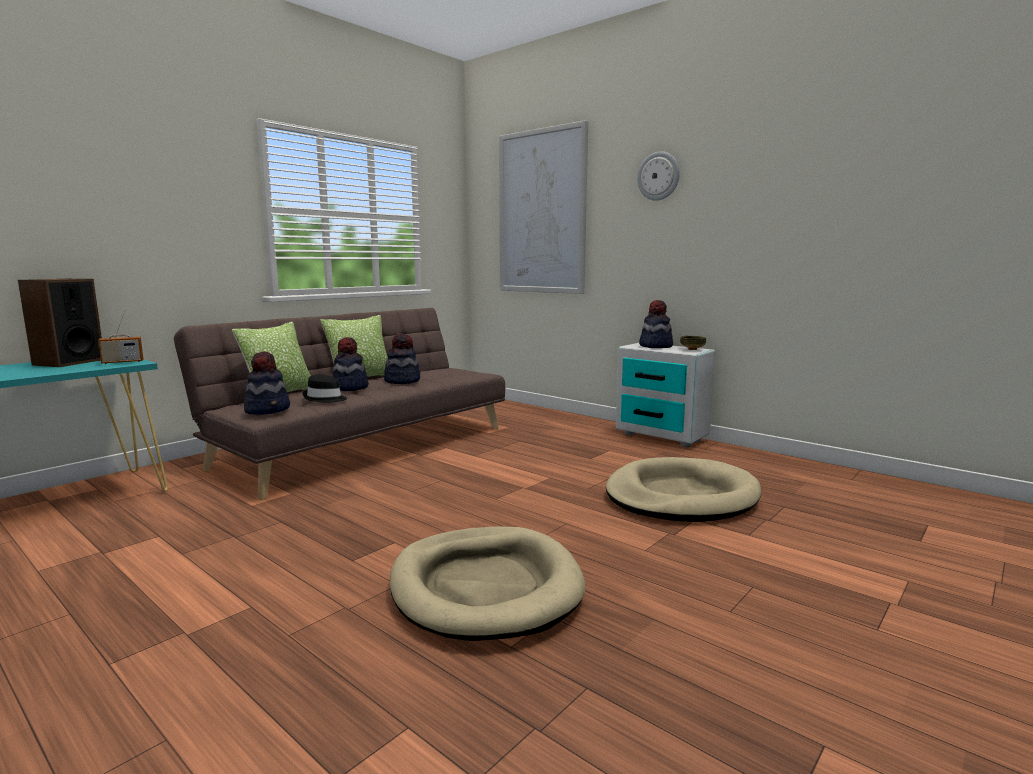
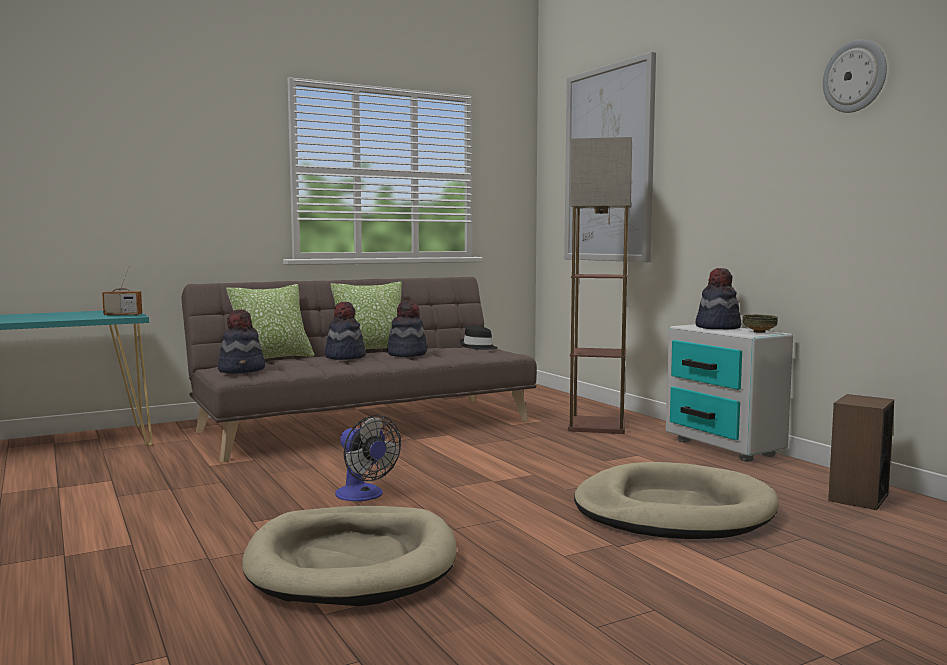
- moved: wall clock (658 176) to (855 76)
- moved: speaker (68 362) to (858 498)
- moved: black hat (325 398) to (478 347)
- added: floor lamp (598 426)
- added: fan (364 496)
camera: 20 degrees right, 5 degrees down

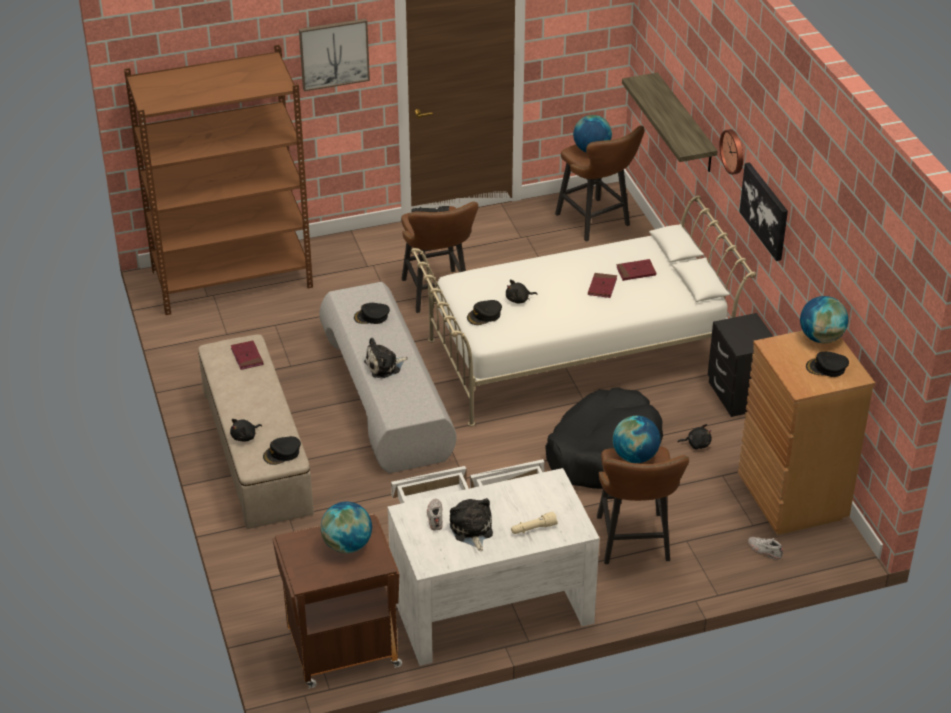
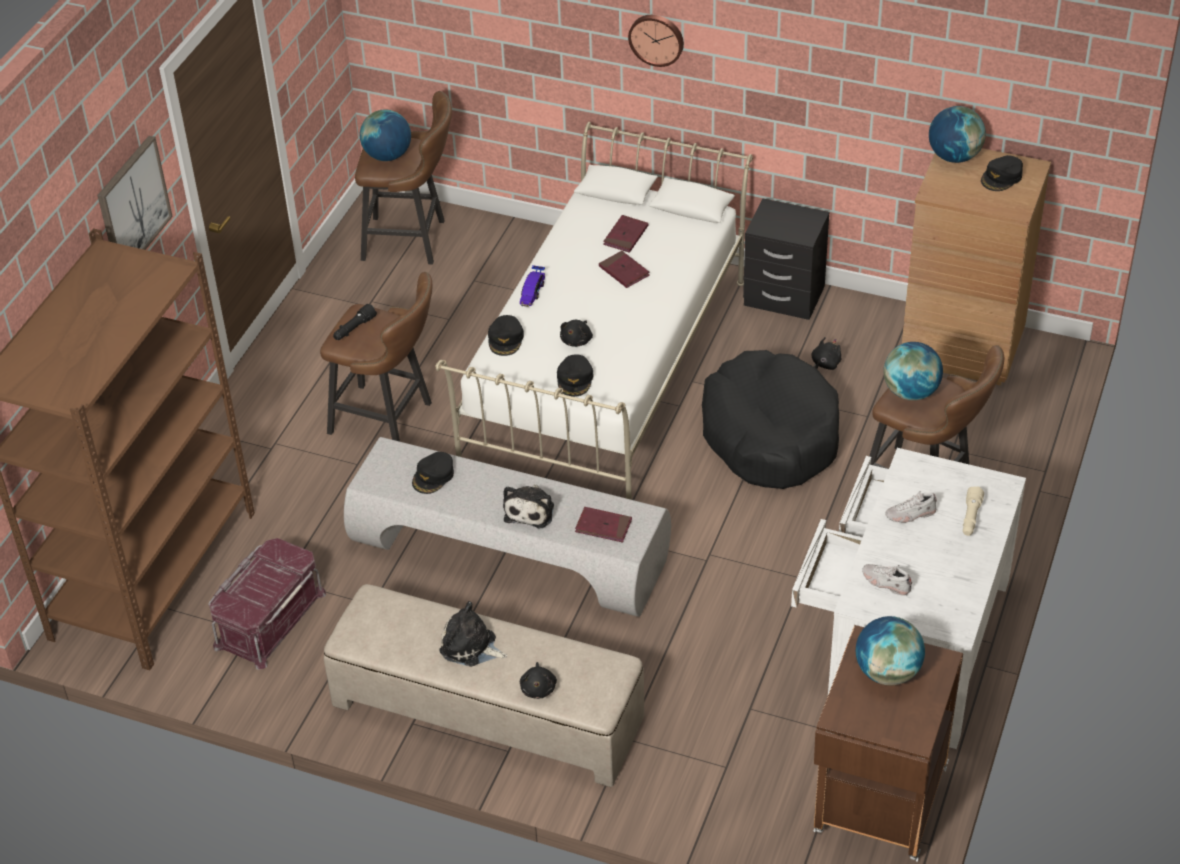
- removed: shelf (685 124)
- removed: picture (765 210)
- moved: red book (247 357) to (603 526)
- moved: black cap (282 453) to (506 339)
- moved: plush toy (471 530) to (471 647)
- moved: white shoe (764 550) to (910 514)
- added: toy car (532 292)
- added: red storage box (268 618)
camera: 50 degrees left, 5 degrees up

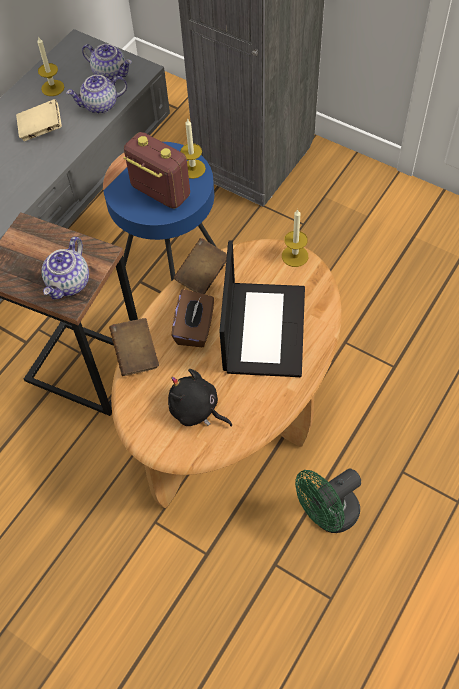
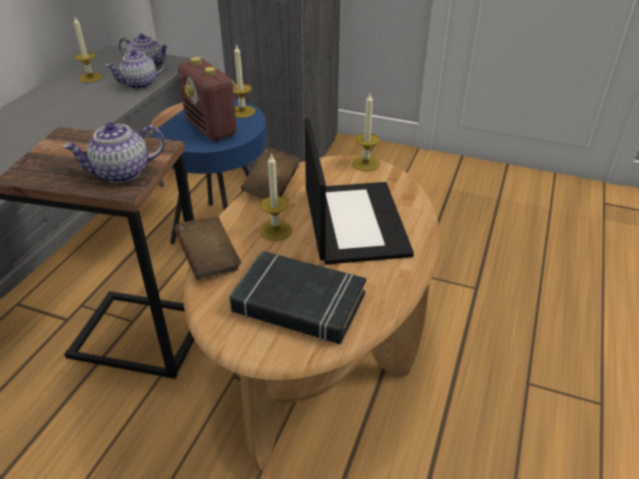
- removed: beige book (41 129)
- turned: radio (160 191) = (212 128) 150 degrees counterclockwise
- turned: teapot (69 283) = (121 173) 60 degrees clockwise
- replaced: brown tissue box (195 328) to candle (275 230)
- replaced: black plush toy (196 410) to black book (298 304)
- removed: green fan (327 515)
camera: 15 degrees left, 20 degrees down

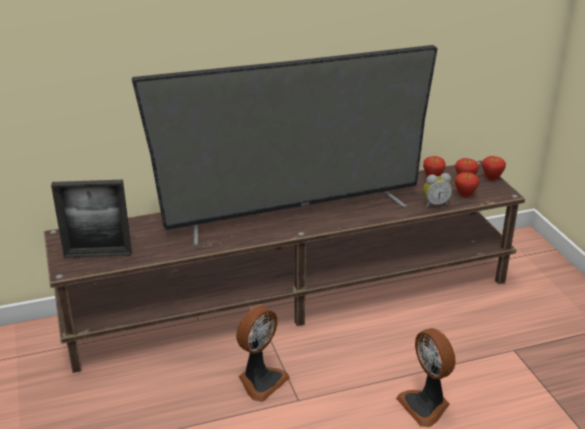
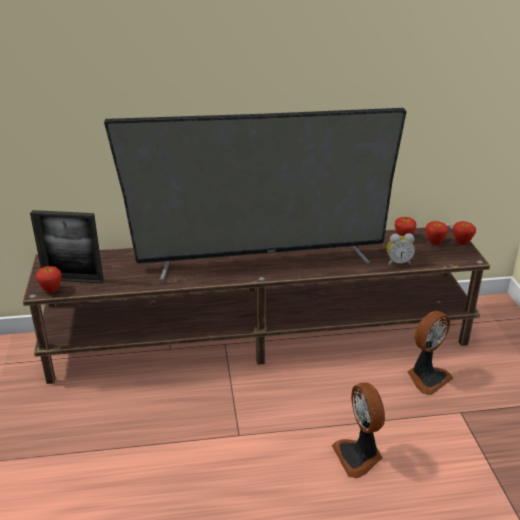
- moved: apple (465 195) to (51 290)
- moved: fan (260 380) to (426 377)
camera: 10 degrees right, 0 degrees up

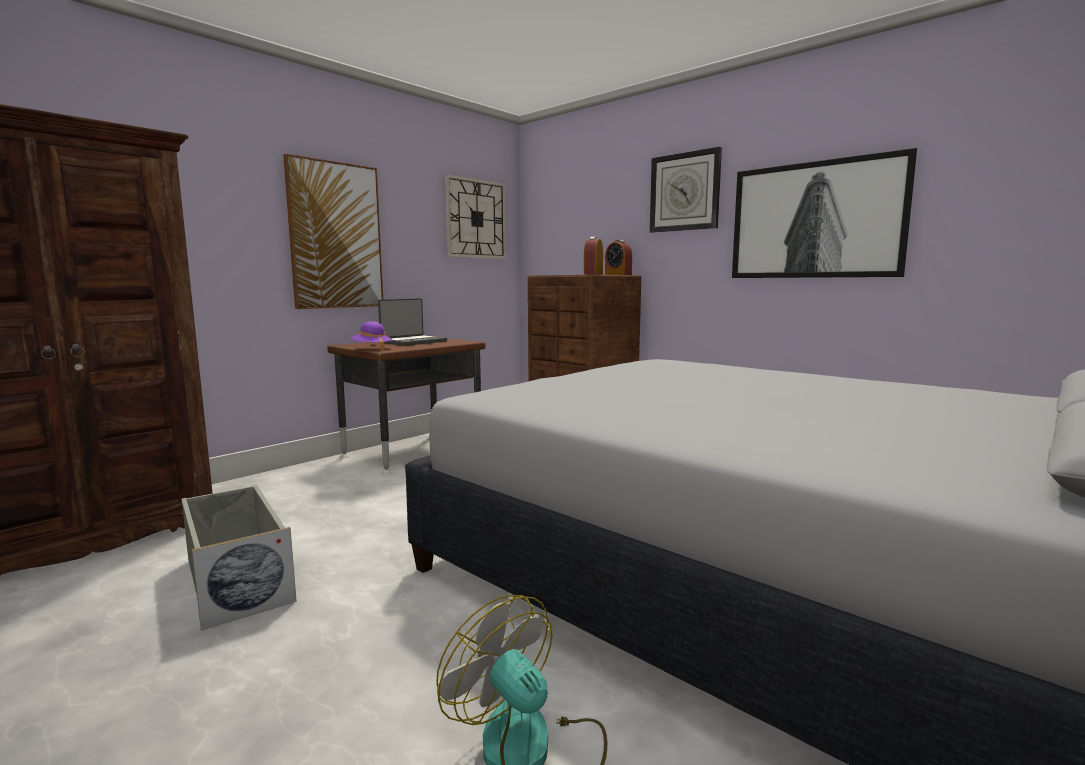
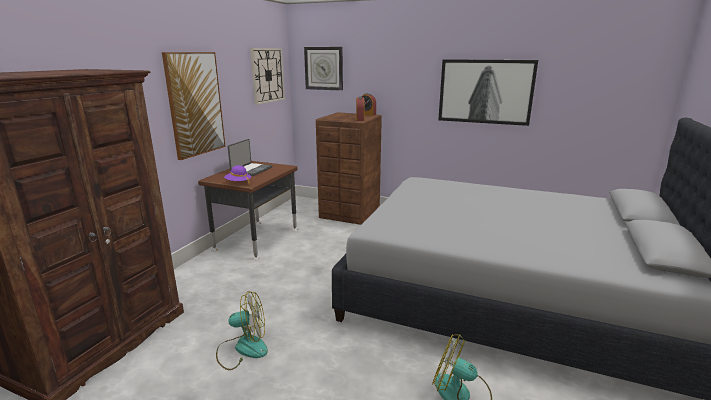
- moved: wall clock (685 192) to (324 68)
- replaced: grey storage box (236 579) to fan (243 348)
camera: 20 degrees left, 10 degrees up

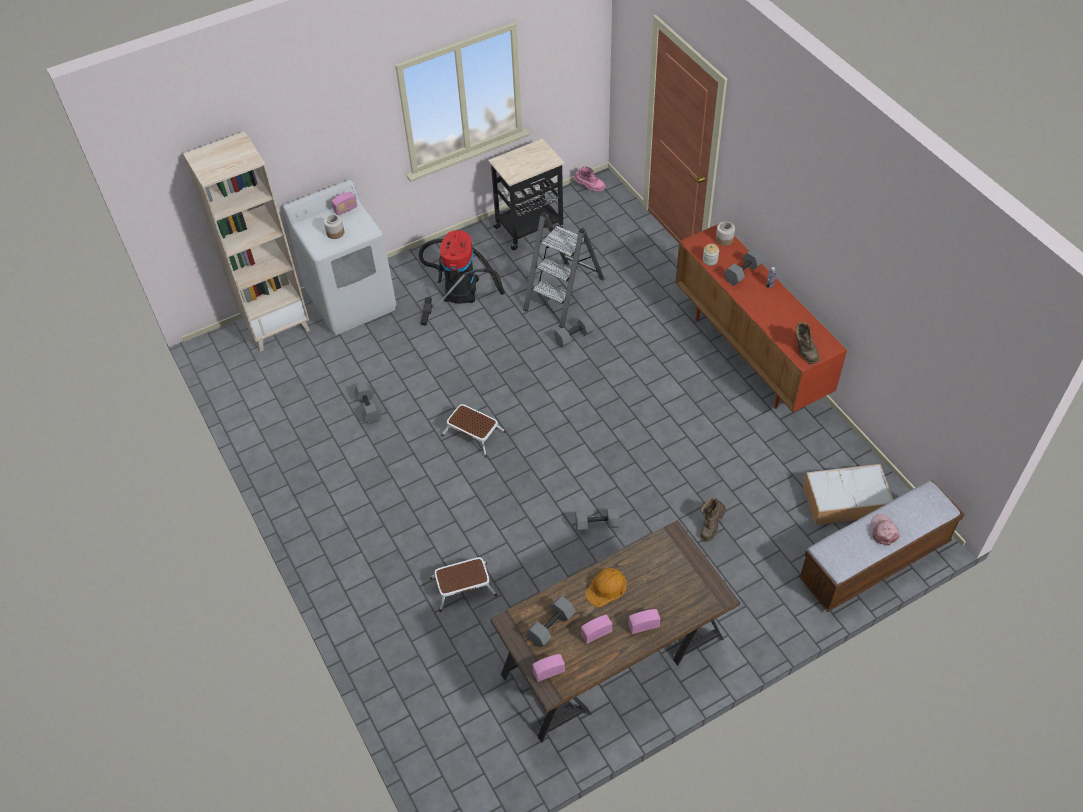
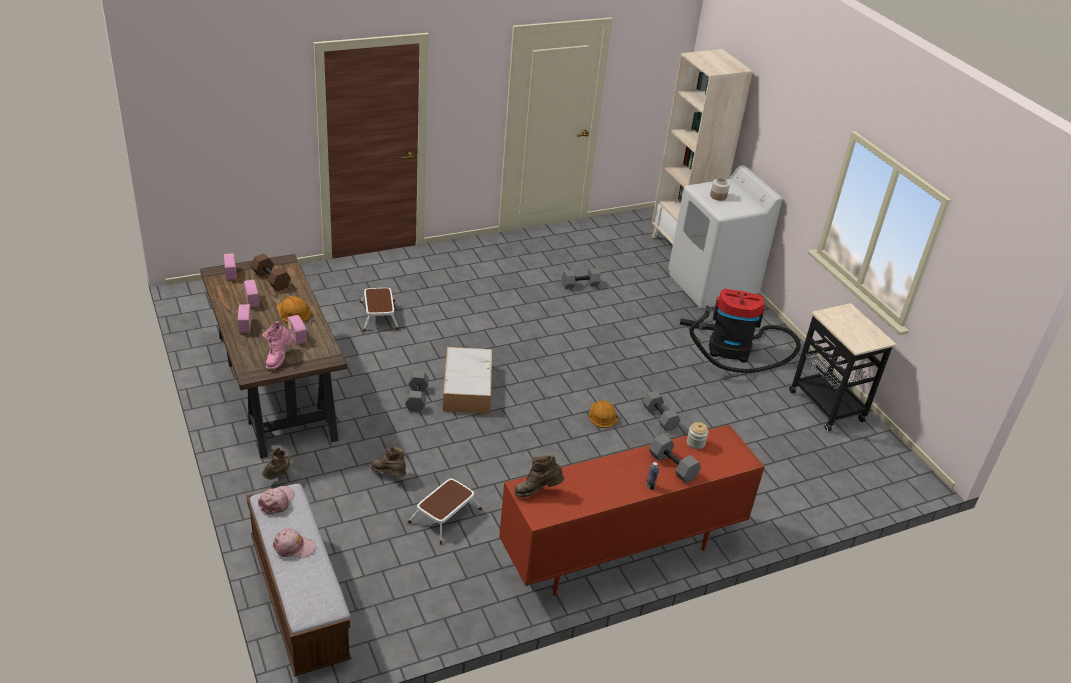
- moved: pink boot (589 187) to (278 358)
- moved: radio (345 209) to (297 337)
- removed: grey step ladder (565 293)
- removed: jar (724 239)
- moved: brown step ladder (473 434) to (444 515)
- moved: storage box (844 501) to (467 387)
- recoloured: grey dumbbell (550 625) to brown dumbbell (272 280)
- added: orange hard hat (602 415)
- added: brown boot (278 475)
- added: pink cap (277 501)
camera: 90 degrees right, 15 degrees down

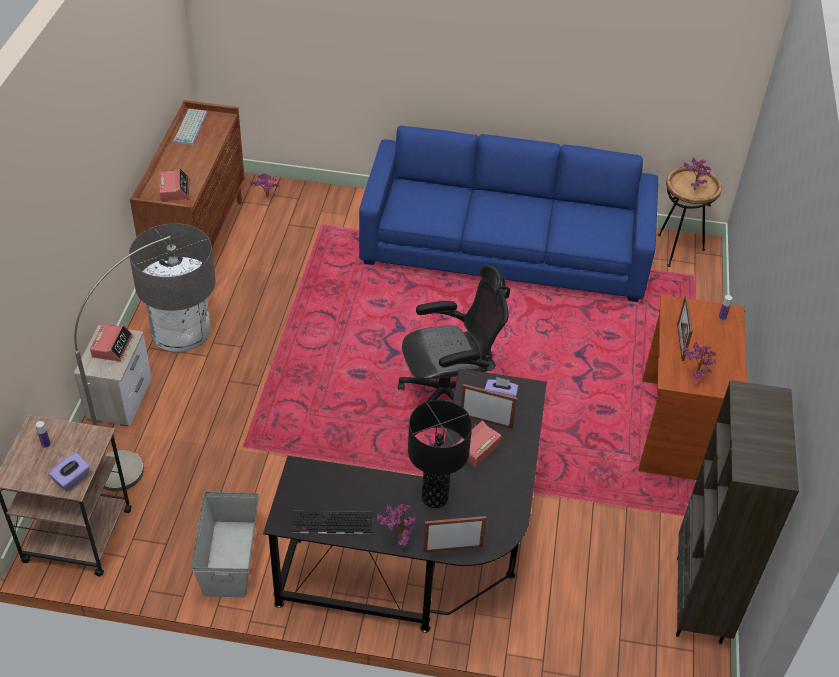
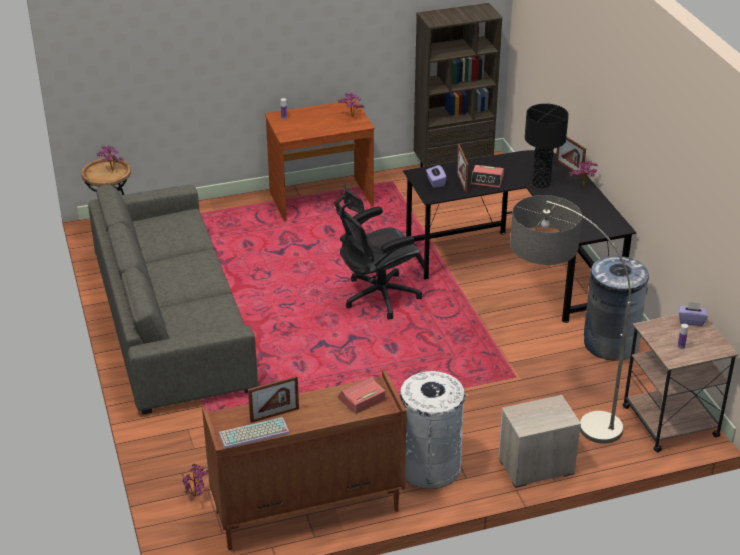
- recoloured: blue sofa (506 247) to grey sofa (171 320)
- turned: office chair (448 398) = (377 298) 75 degrees counterclockwise
- moved: picture frame (680 342) to (274 415)
- removed: alarm clock (112 346)
- replaced: grey storage box (229 558) to grey trash can (610 343)
- removed: keyboard (331 523)
camera: 115 degrees left, 10 degrees down

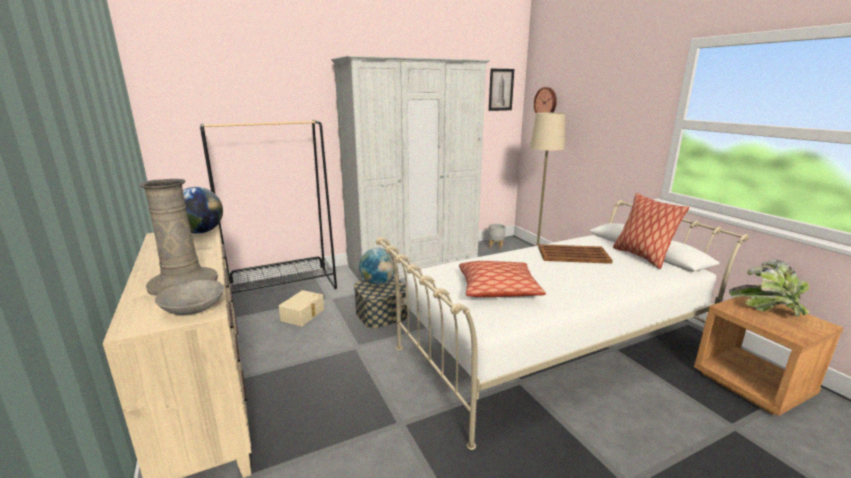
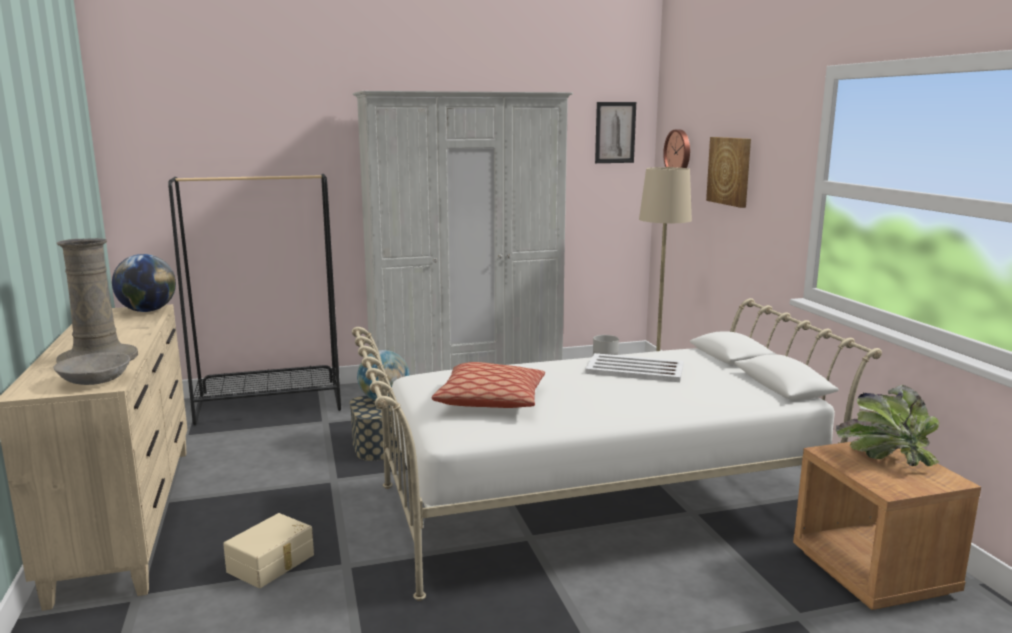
- removed: pillow (641 257)
- recoloured: brown tray (572 255) to white tray (634 369)
- moved: beige storage box (303 315) to (272 563)
- added: picture (730 171)
camera: 10 degrees right, 5 degrees down

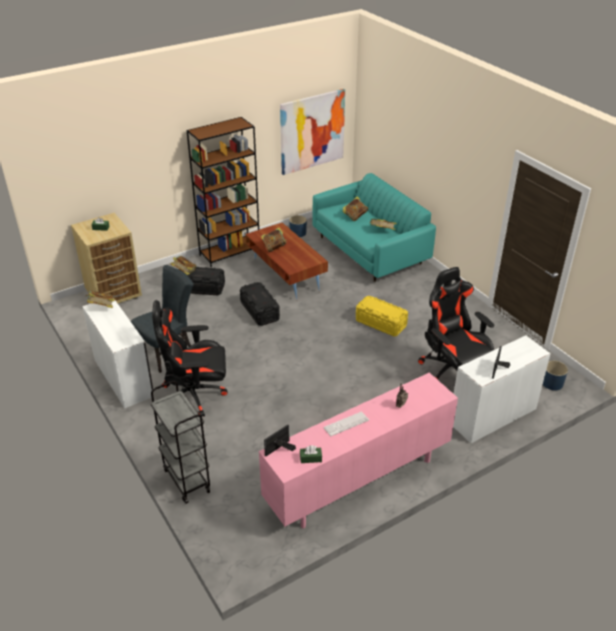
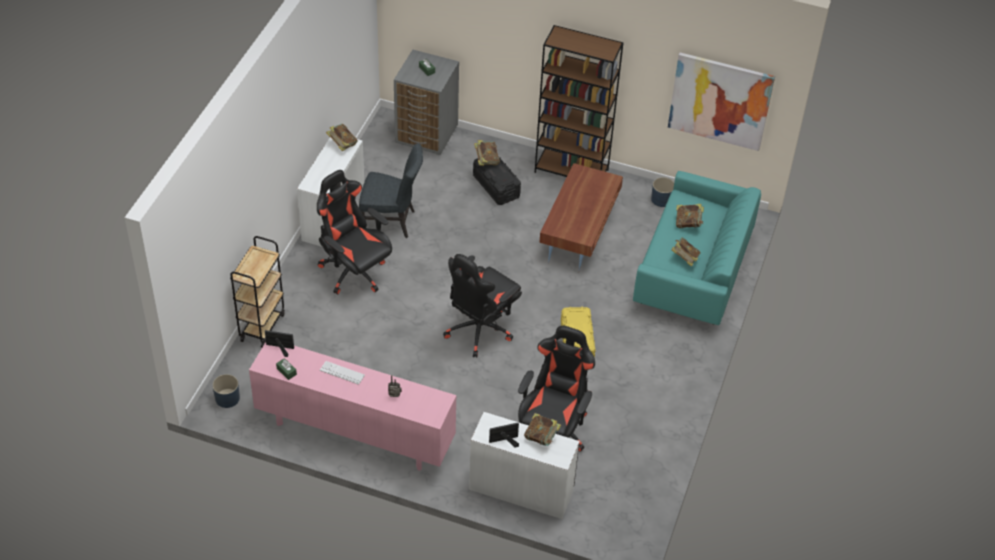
- recoloured: brown dresser (114 295) to grey dresser (426 137)
- moved: book (274 247) to (541 437)
- removed: black storage box (260 311)
- moved: blue planter (552 383) to (227 398)
- recoloured: grey cart (186 481) to brown cart (262 327)
- added: black office chair (482 327)
camera: 50 degrees right, 10 degrees up

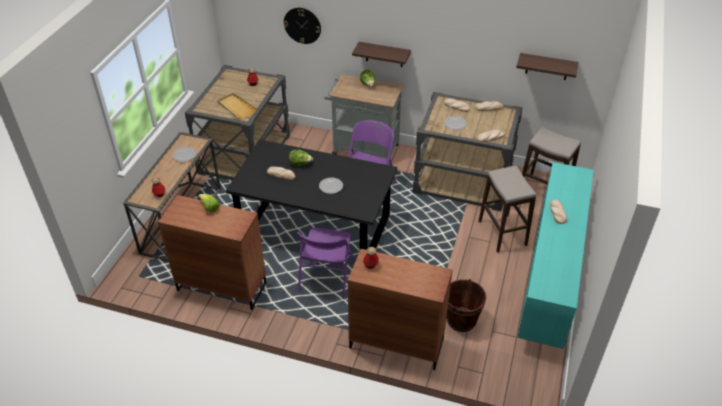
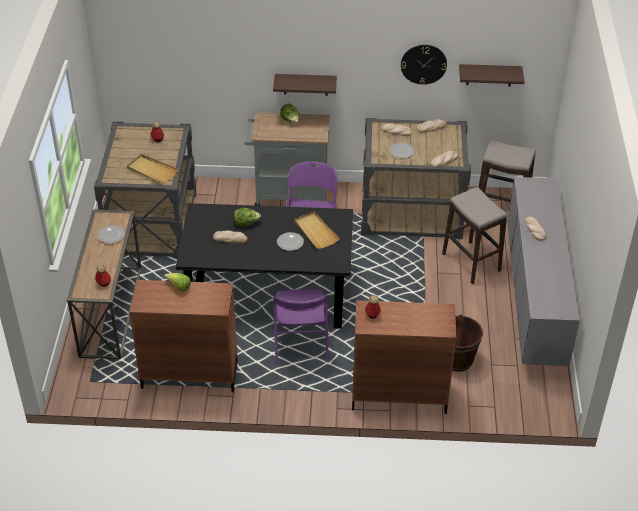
- moved: wall clock (302 25) to (423 64)
- recoloured: turquoise cabinet (549 282) to grey cabinet (534 305)
- added: beige tray (315 231)
camera: 15 degrees left, 0 degrees up

